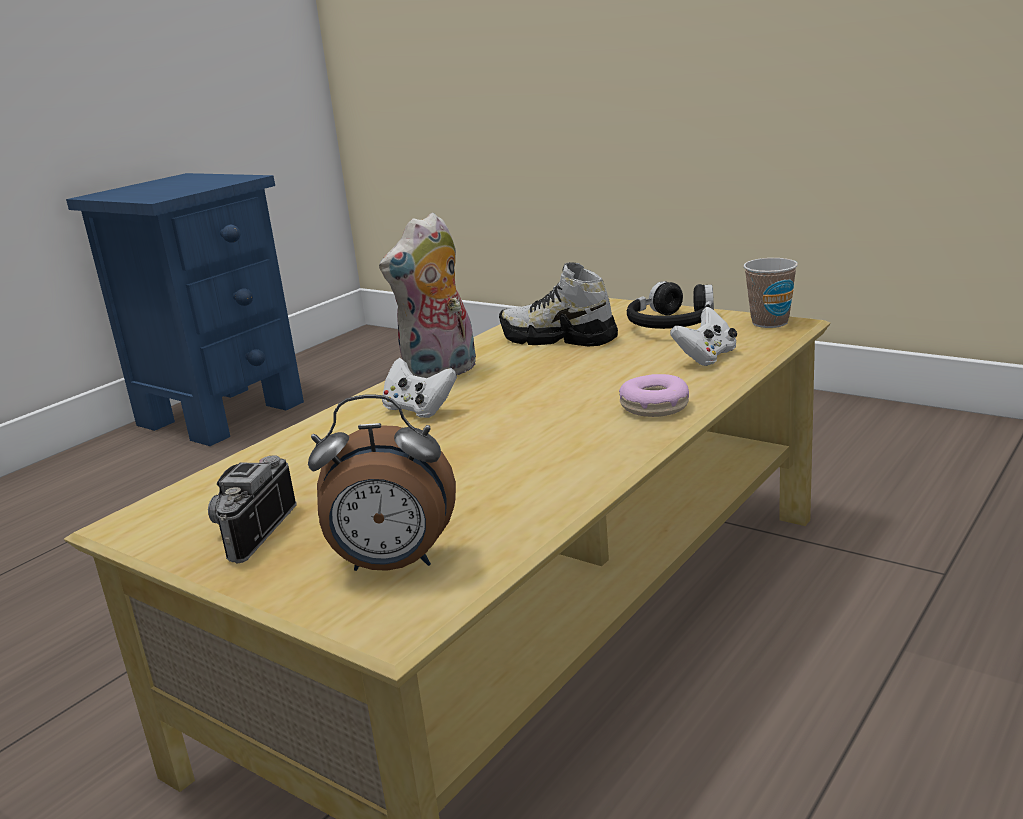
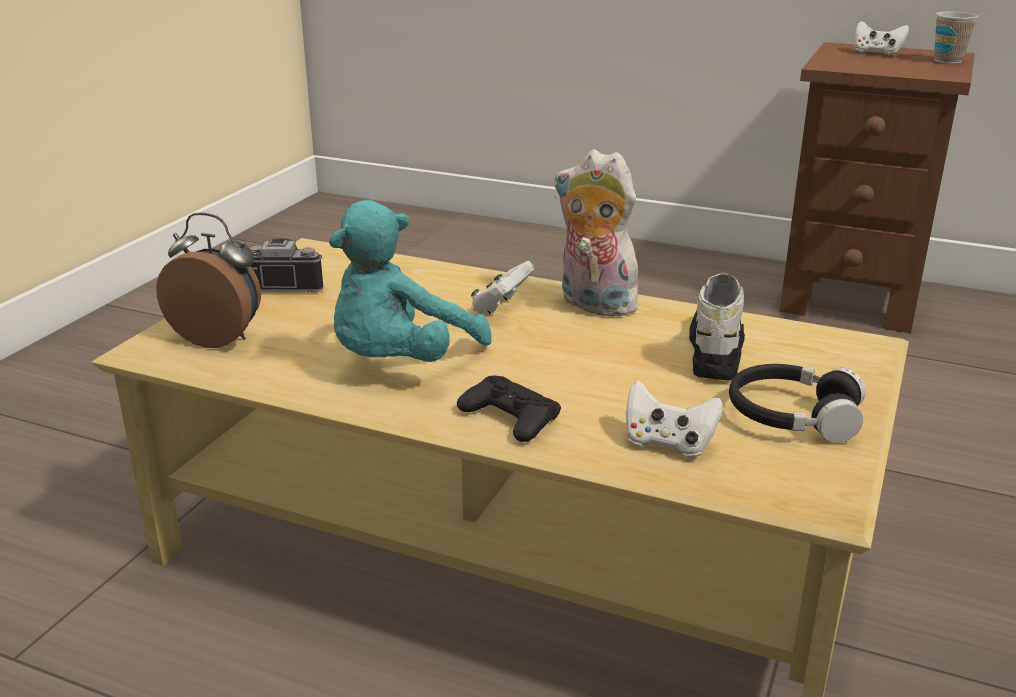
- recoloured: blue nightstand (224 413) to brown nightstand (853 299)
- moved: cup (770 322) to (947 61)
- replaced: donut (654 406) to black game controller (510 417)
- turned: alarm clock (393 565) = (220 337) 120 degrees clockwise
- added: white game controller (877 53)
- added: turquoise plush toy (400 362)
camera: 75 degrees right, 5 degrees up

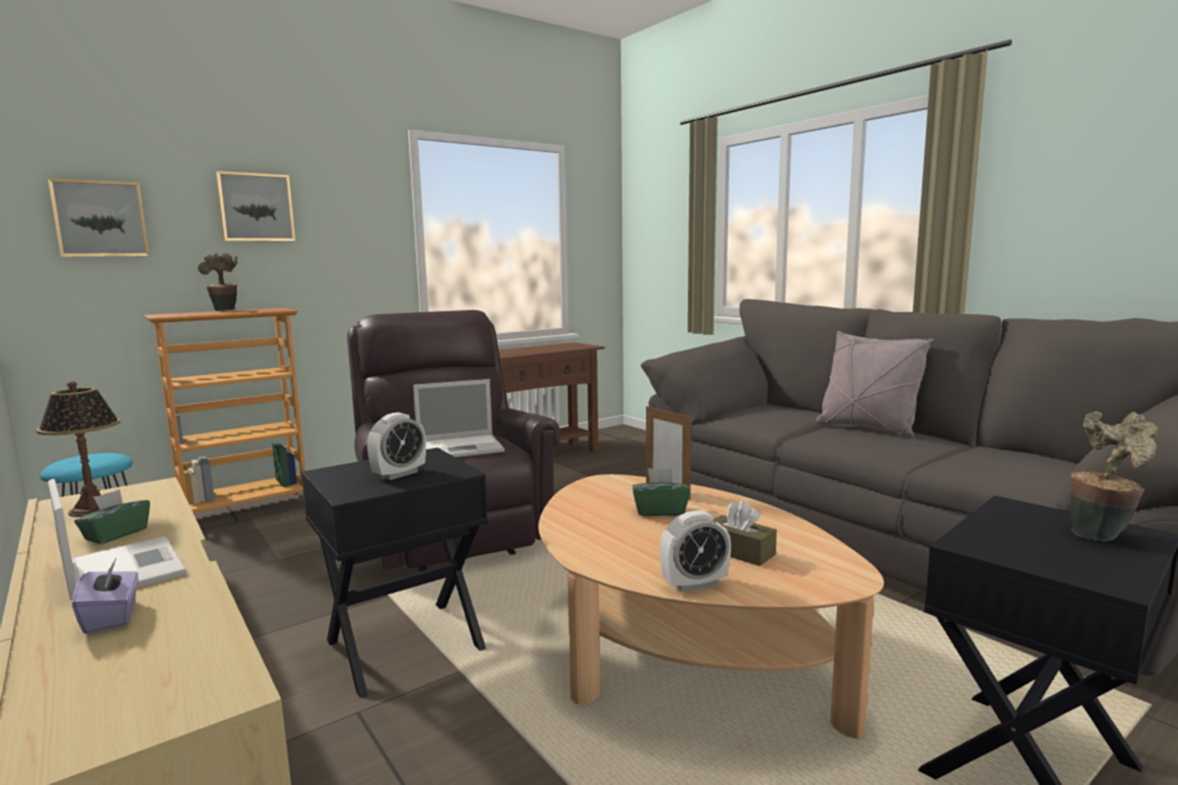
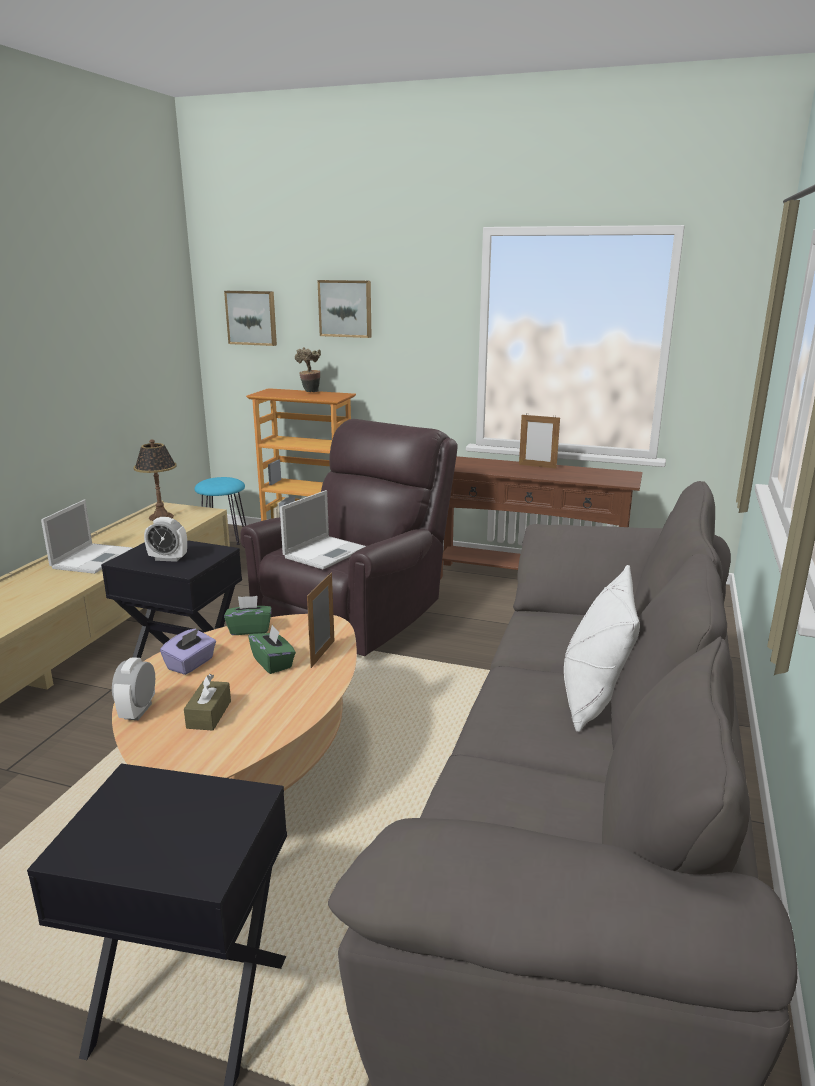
- recoloured: purple pillow (867 428) to white pillow (593 699)
- turned: laptop (461 448) = (326 552) 90 degrees counterclockwise
- removed: potted plant (1102 535)
- moved: green tissue box (116 534) to (249 629)
- turned: alarm clock (694 584) = (138 711) 60 degrees clockwise
- moved: purple tissue box (112 617) to (191 664)
- added: picture frame (537 466)
camera: 55 degrees right, 10 degrees up

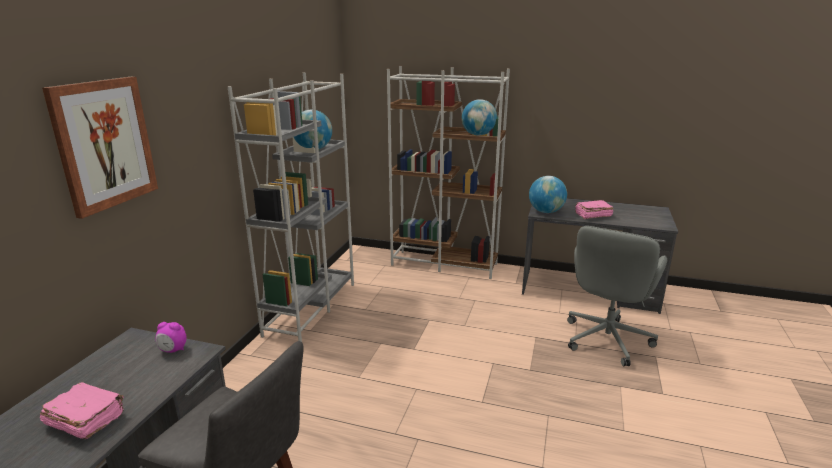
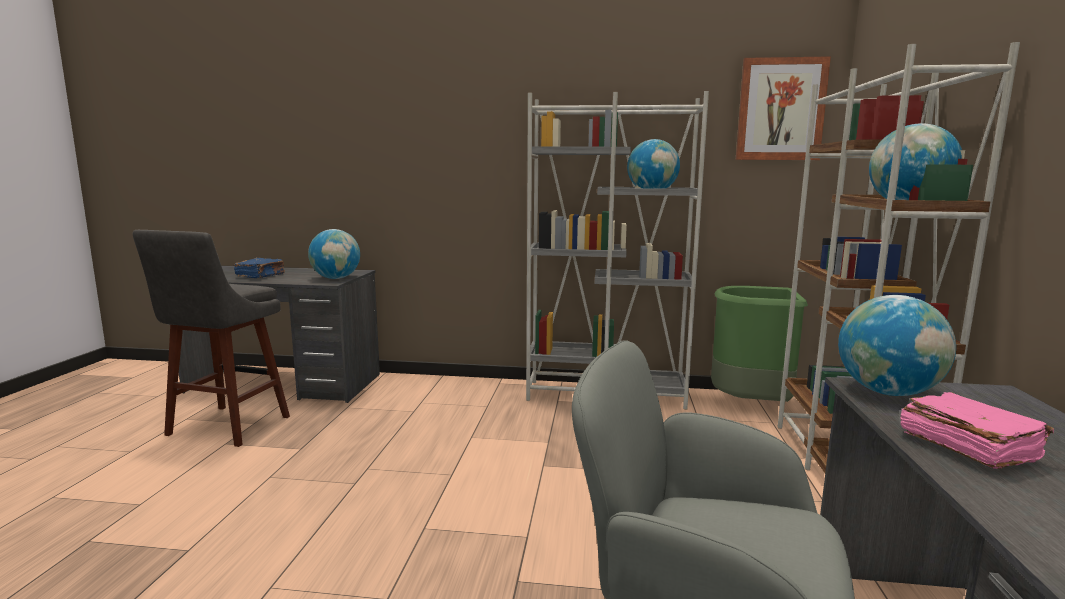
- moved: picture (104 144) to (780 110)
- replaced: alarm clock (173 350) to globe (336 278)
- recoloured: pink book (86 420) to blue book (261 276)
- added: green trash can (751 404)
camera: 80 degrees right, 10 degrees down

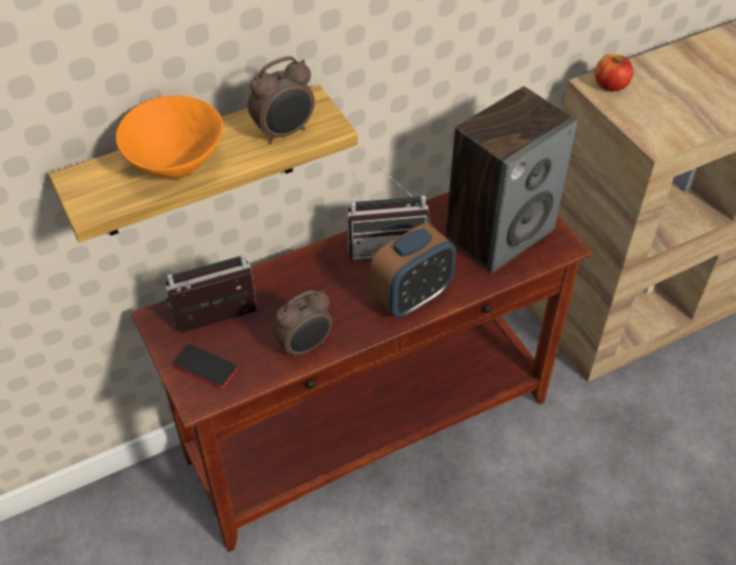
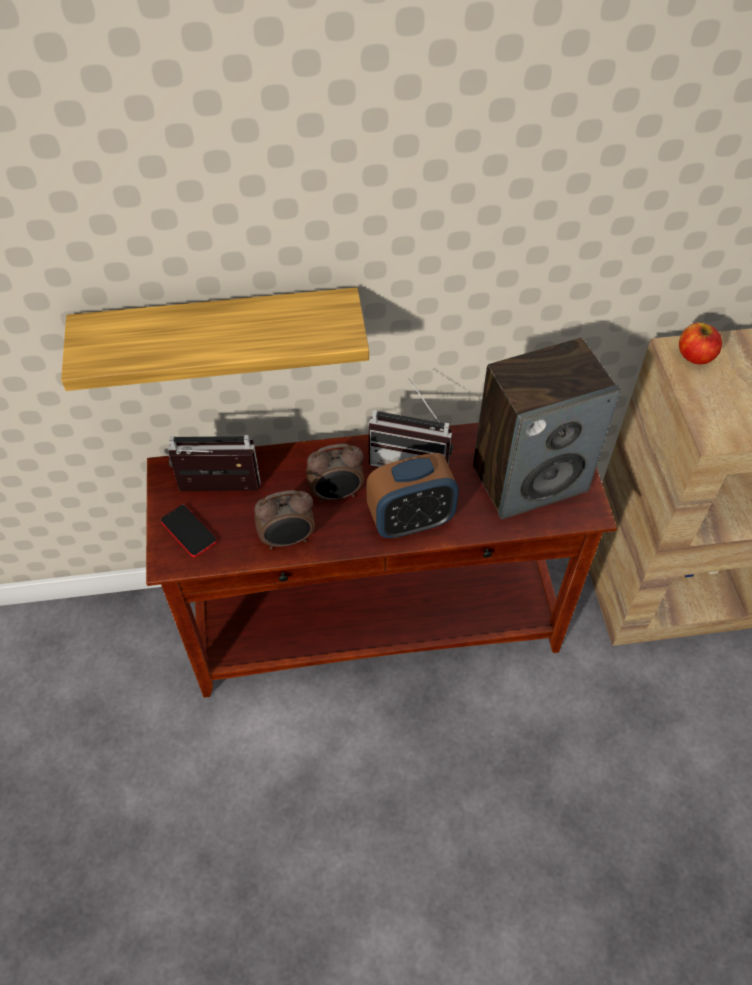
- moved: alarm clock (285 132) to (336 494)
- removed: orange bowl (175 165)
camera: 20 degrees right, 5 degrees up

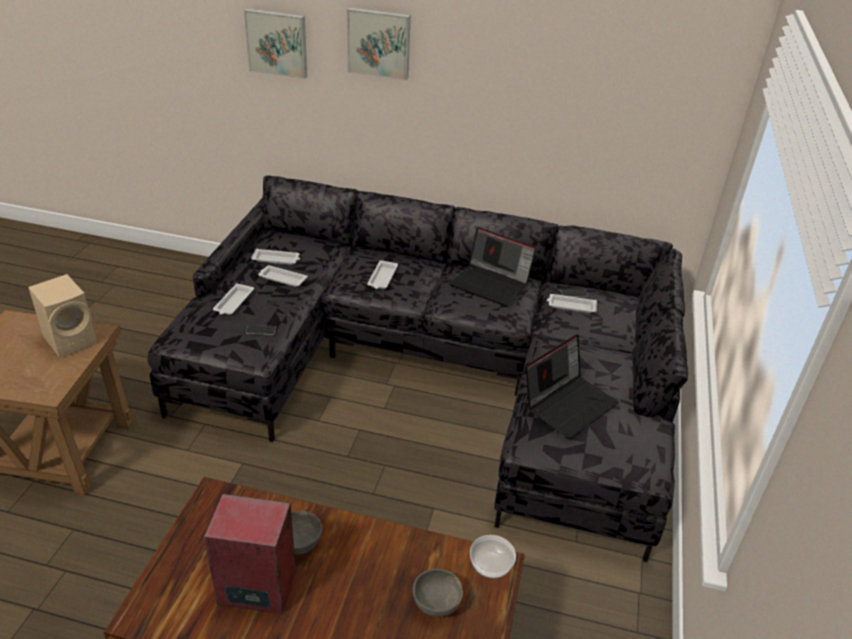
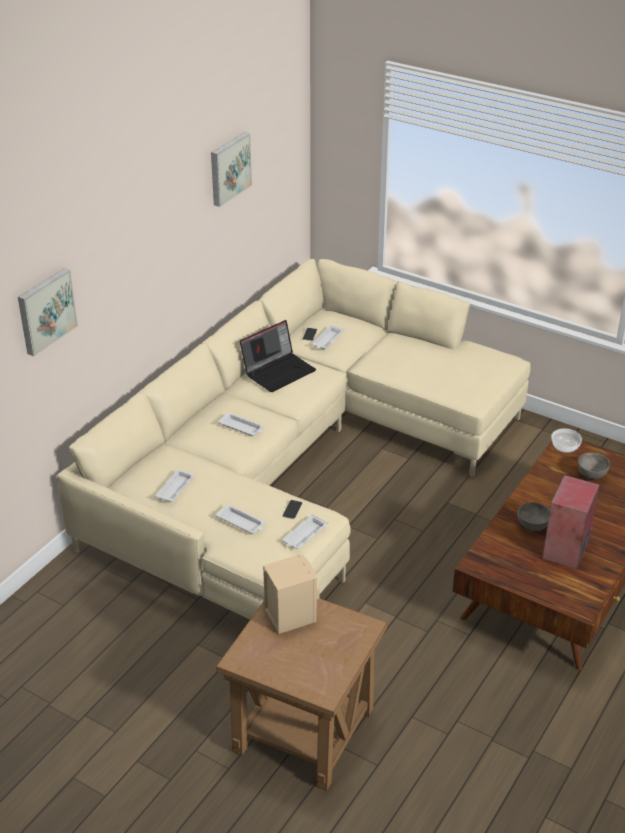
- moved: picture (379 43) to (229 168)
- recoloured: black sofa (436 374) to beige sofa (294 468)
- moved: white tray (282 279) to (304 535)
- removed: laptop (569 403)
camera: 70 degrees left, 0 degrees up

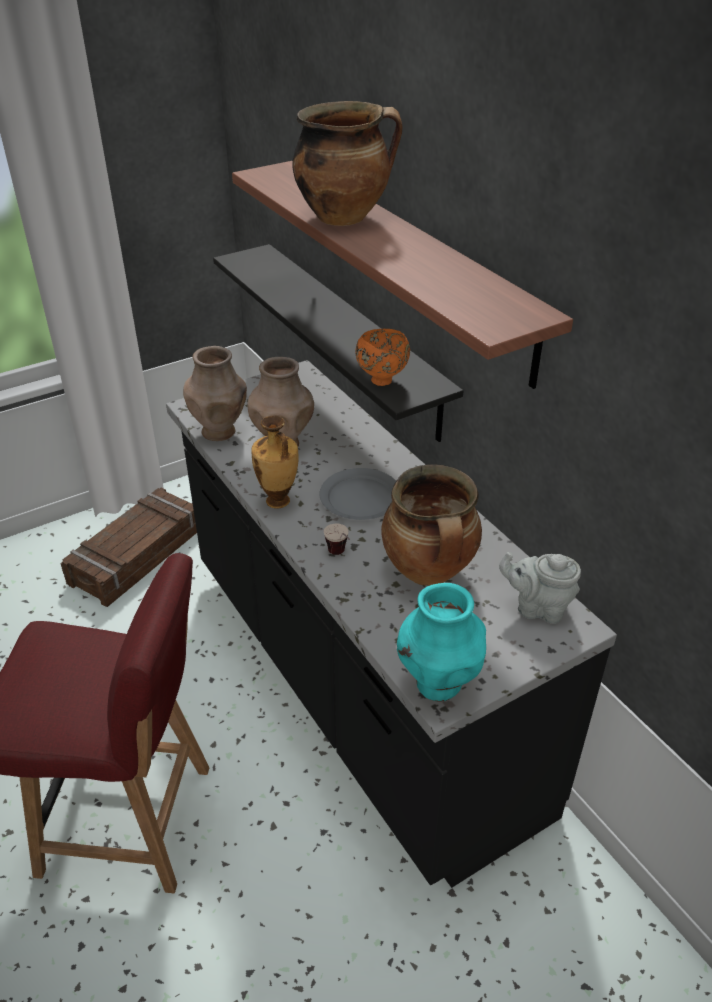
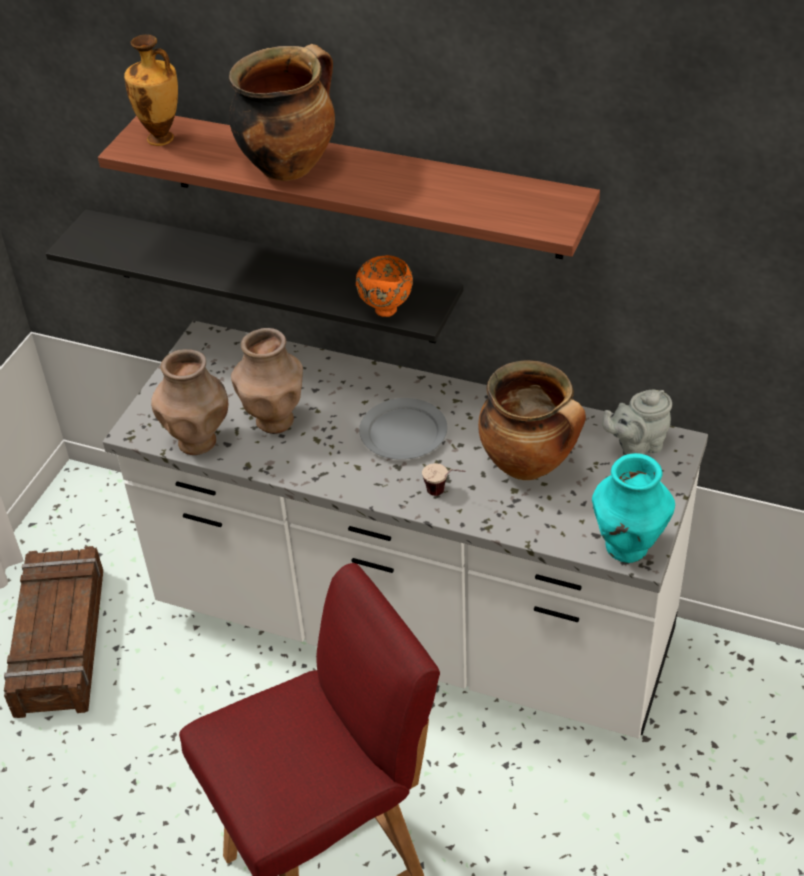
- recoloured: black counter (356 684) to white counter (413 627)
- moved: vase (278 502) to (162 139)
camera: 35 degrees left, 5 degrees up

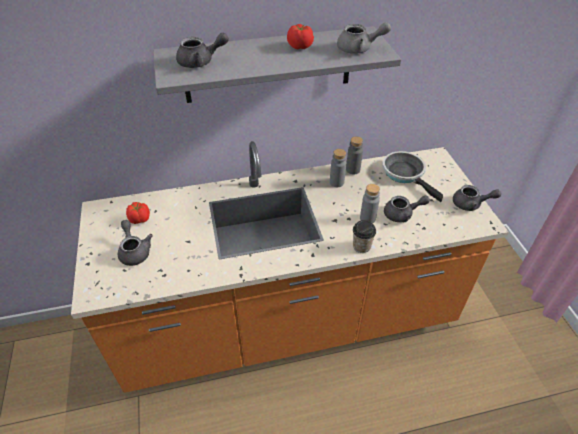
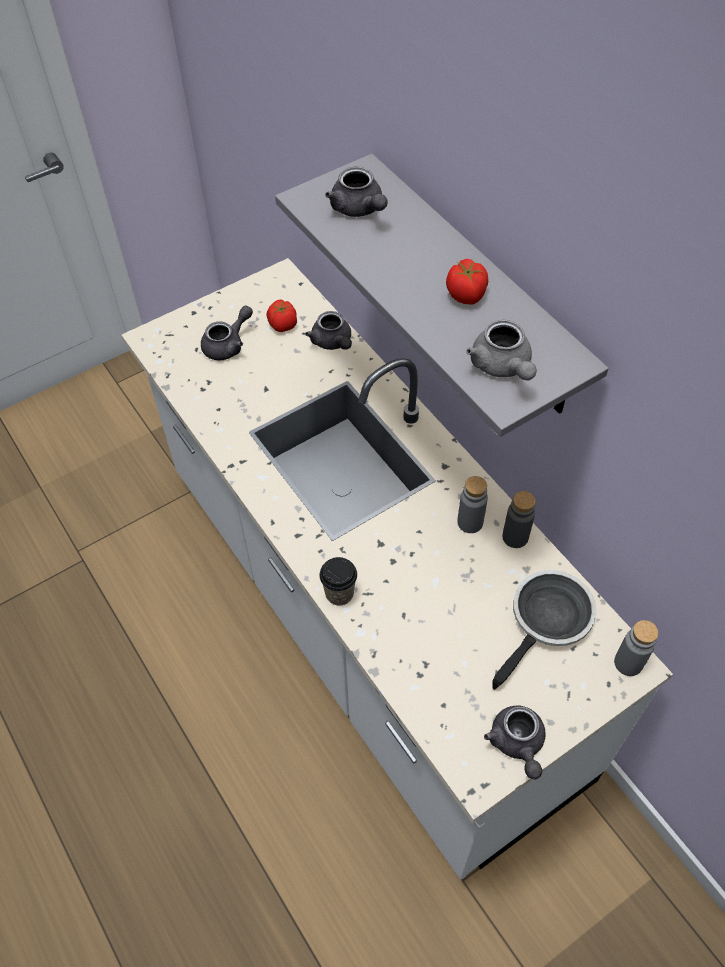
- recoloured: orange counter (289 322) to white counter (364 621)
- moved: grey bottle (367 218) to (628 663)
- moved: grey teapot (402 214) to (333 342)
camera: 70 degrees right, 10 degrees up

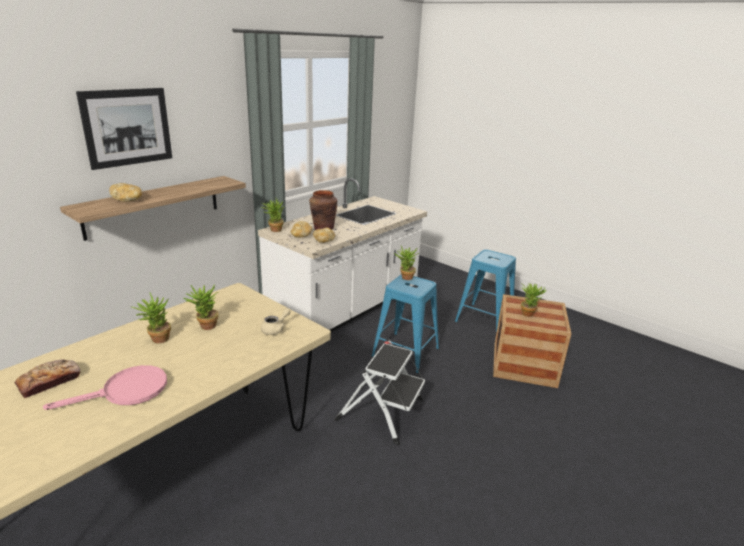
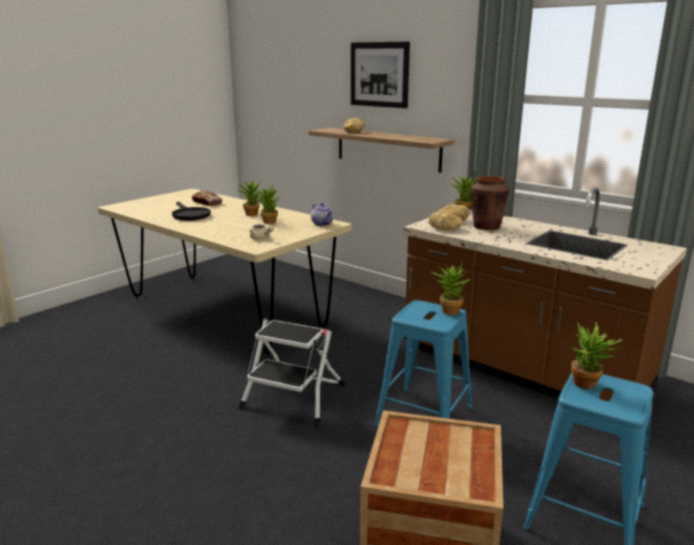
- recoloured: white counter (346 308) to brown counter (521 369)
- moved: potted plant (529 313) to (588 386)
- recoloured: pink frying pan (126 391) to black frying pan (189 215)
- added: teapot (322 224)
camera: 90 degrees right, 5 degrees down

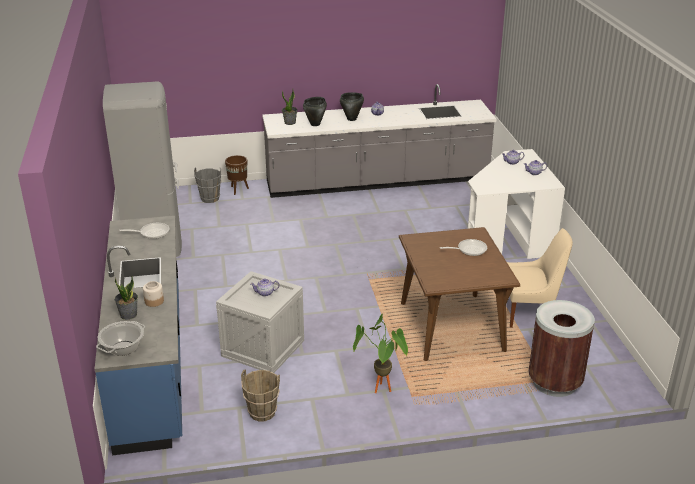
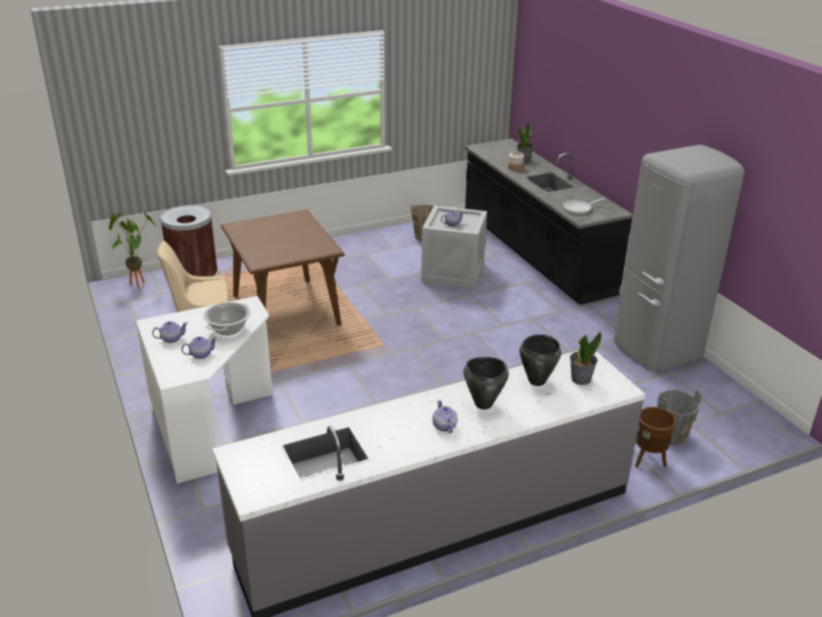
- recoloured: blue counter (151 363) to black counter (534 253)
- removed: frying pan (469 249)
- moved: potted plant (381 392) to (138 283)
- moved: cooking pot (123 348) to (228 329)
camera: 165 degrees right, 0 degrees up

